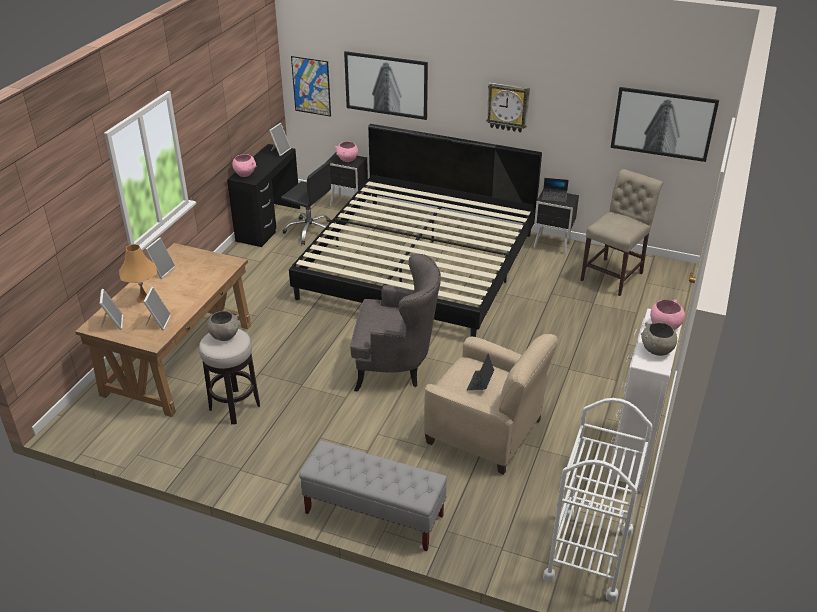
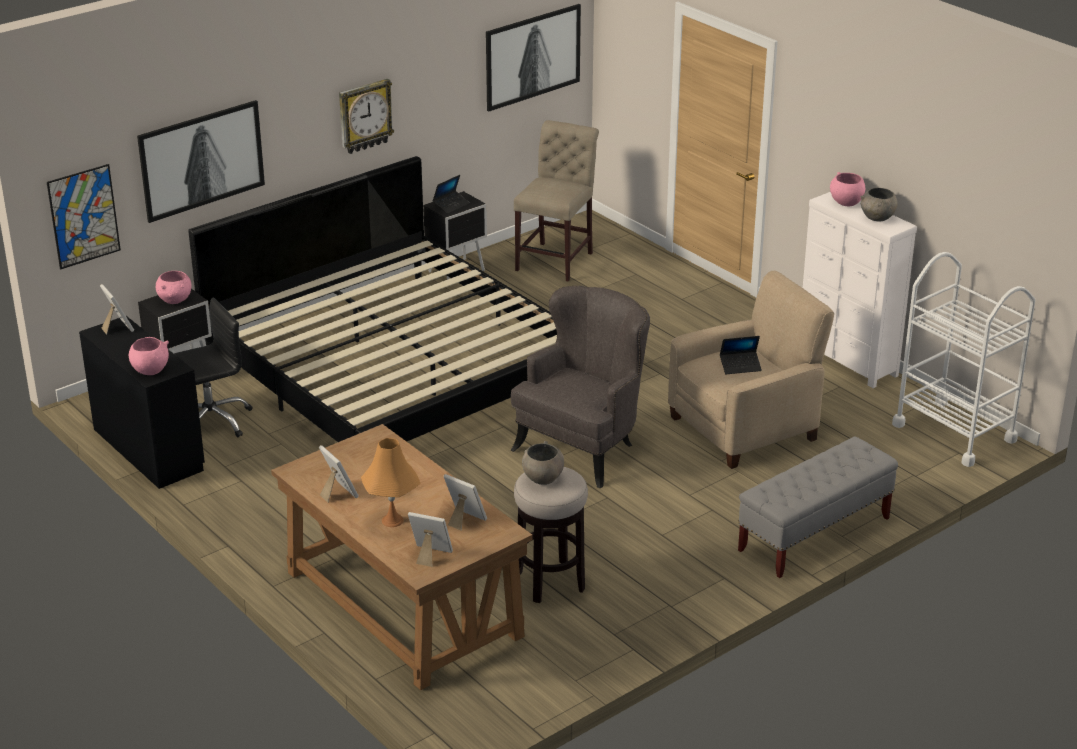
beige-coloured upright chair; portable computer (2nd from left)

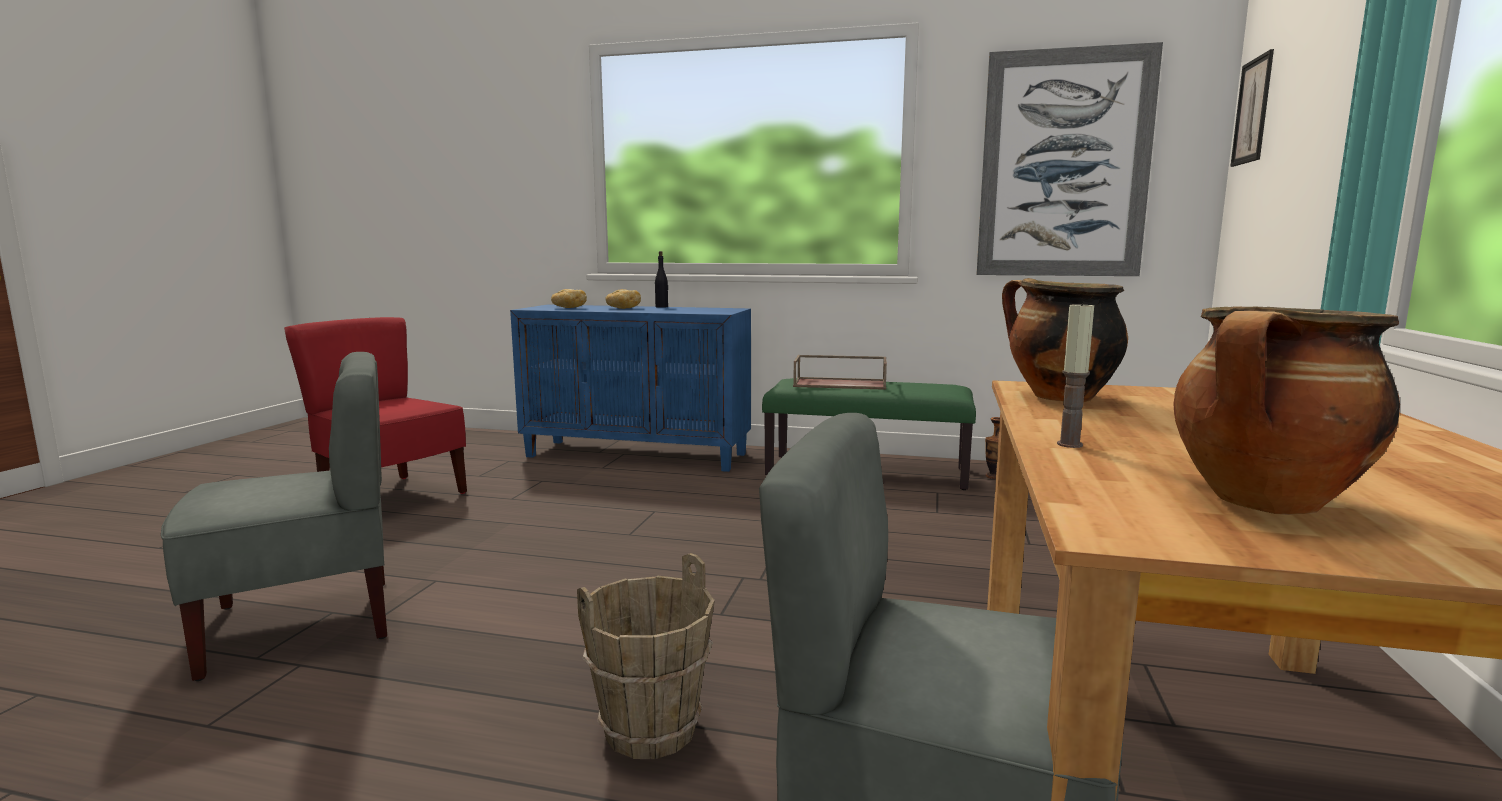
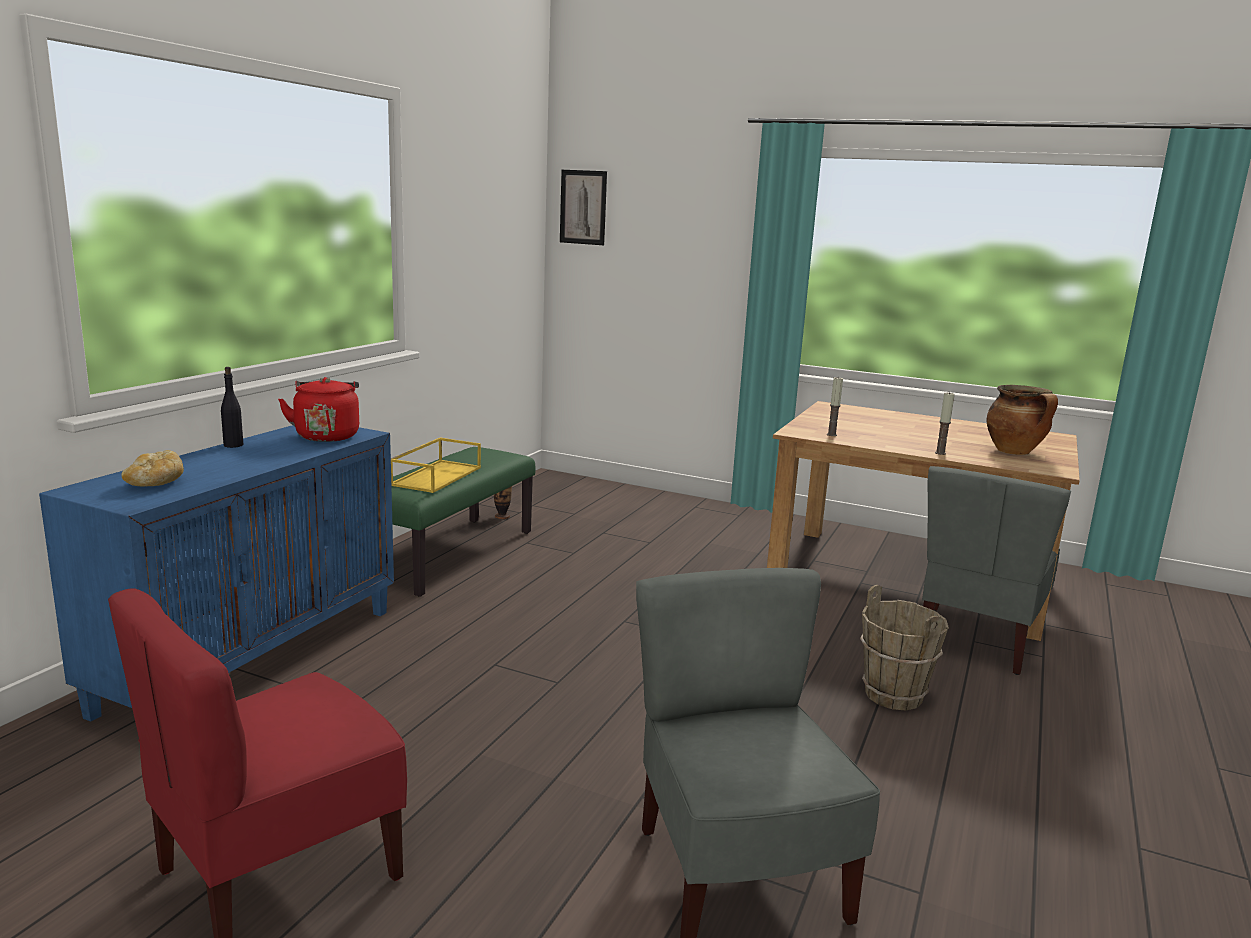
wall art (1st from left in the first image); candle (1st from left); baked bread (2nd from left in the first image); yellow carrying tray; reddish kettle

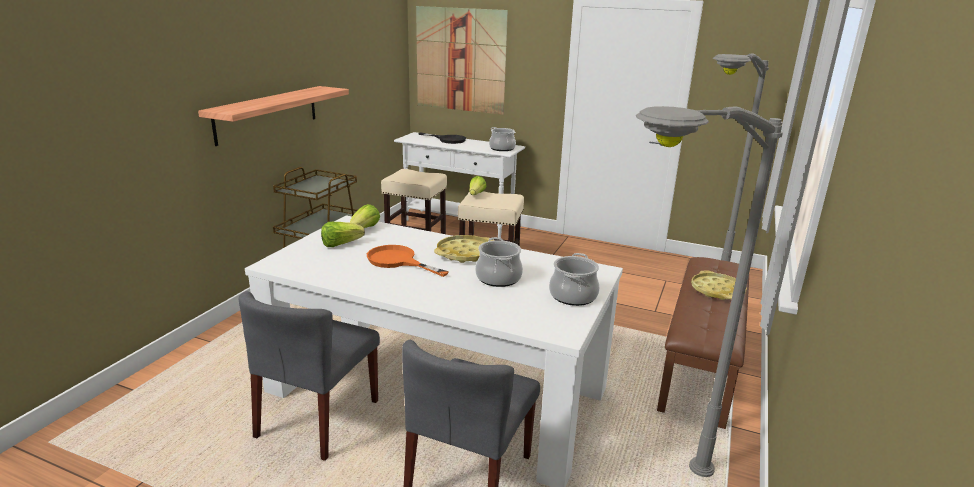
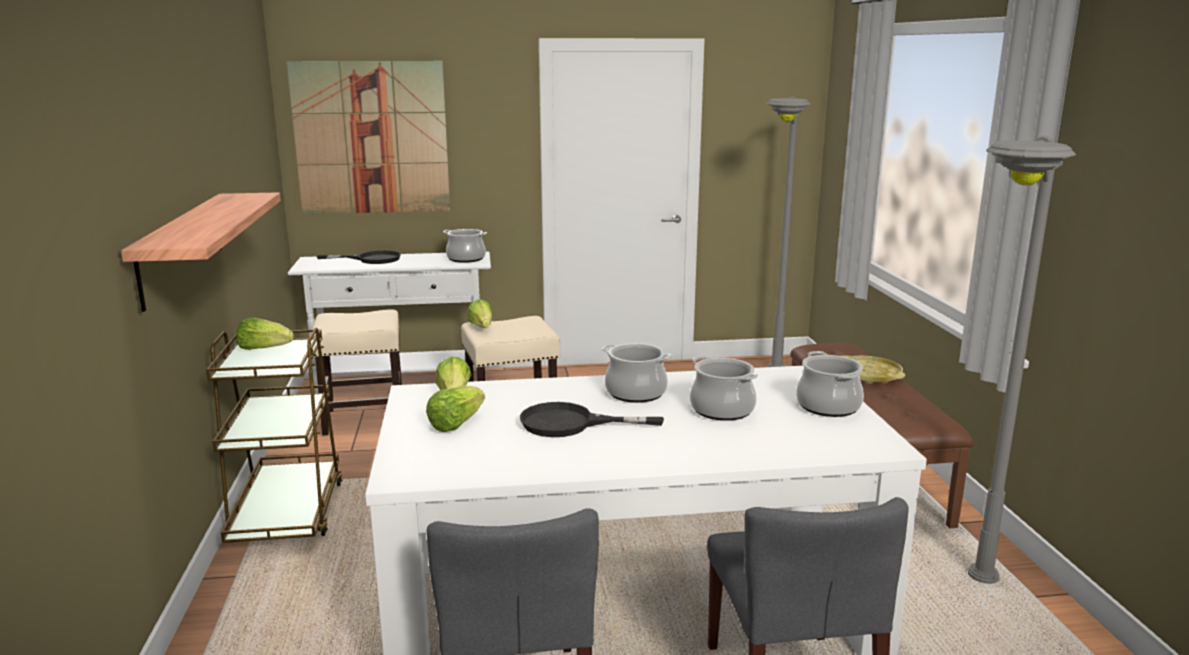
stockpot (2nd from left); black frying pan (2nd from left); lettuce (1st from left)

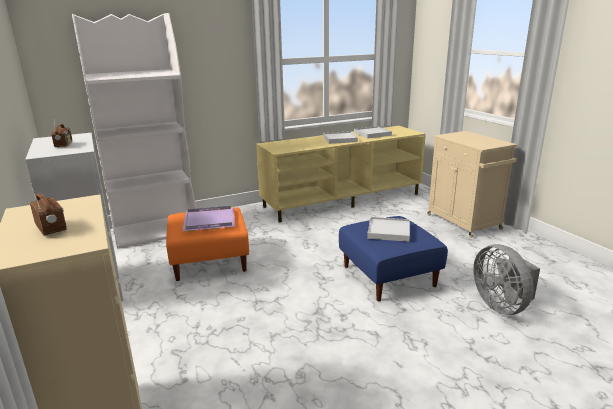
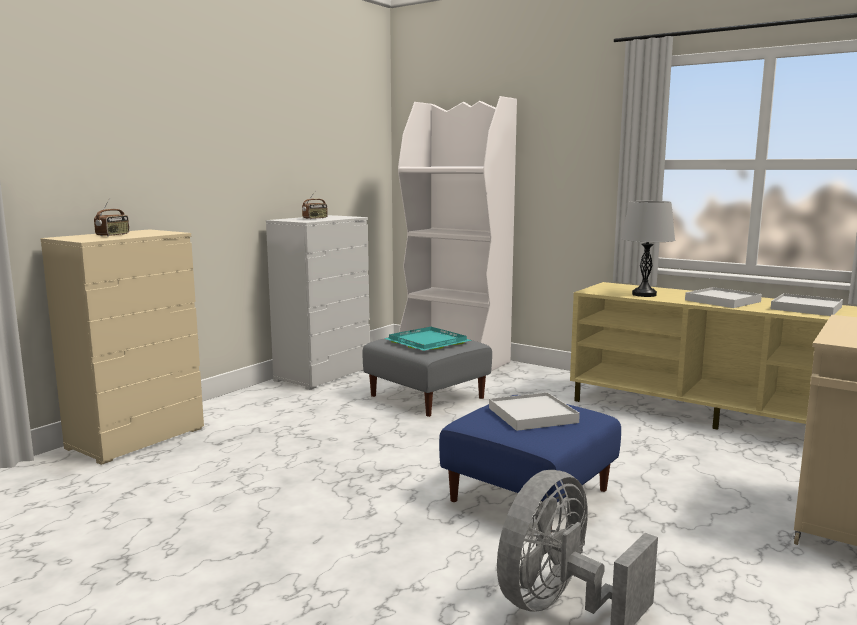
turquoise carrying tray; greyish pouffe; greyish table lamp

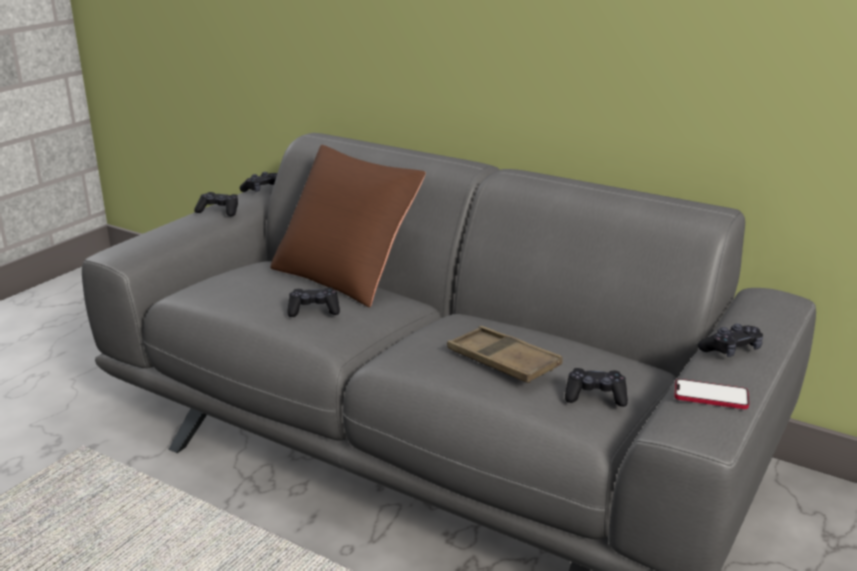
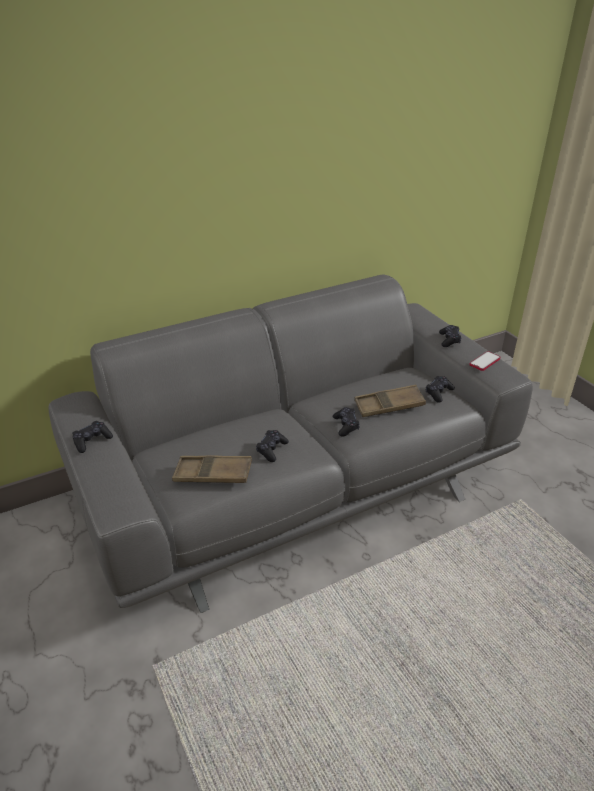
brown-coloured pillow; black gamepad (3rd from left); brown-coloured carrying tray (1st from left)

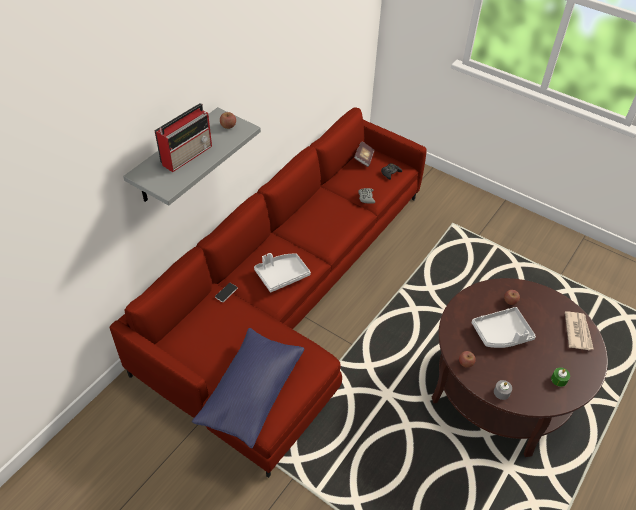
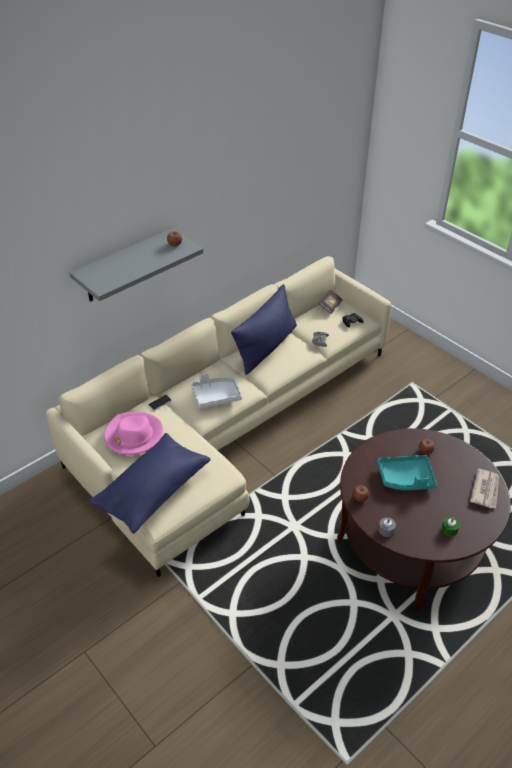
radio; beige-coloured settee; turquoise carrying tray; bluish pillow (2nd from left); pinkish wearable hat

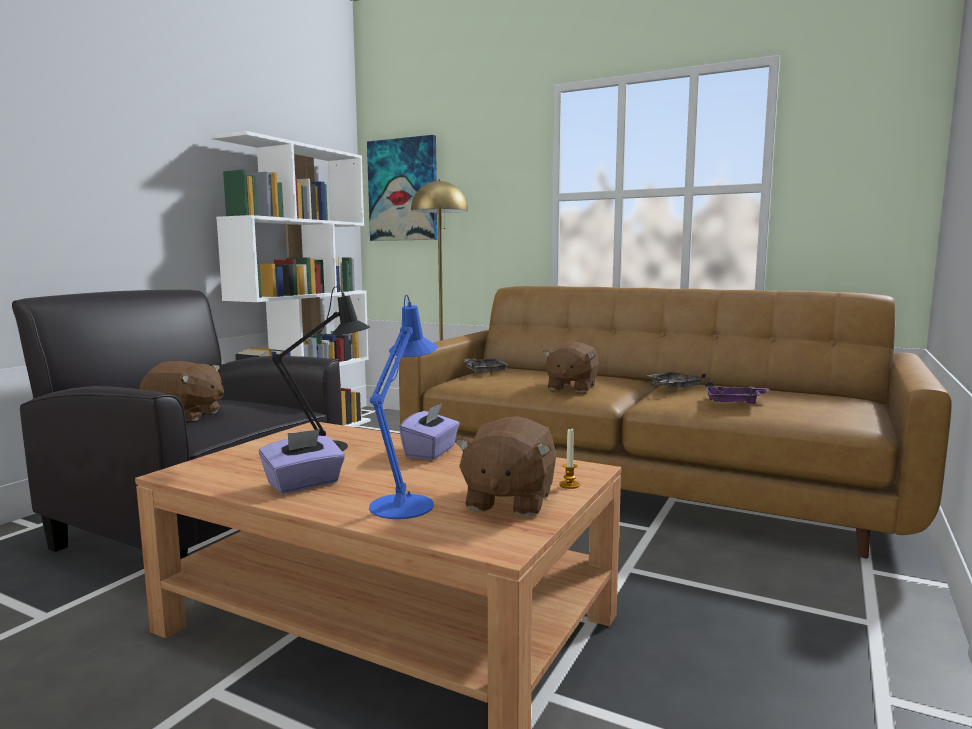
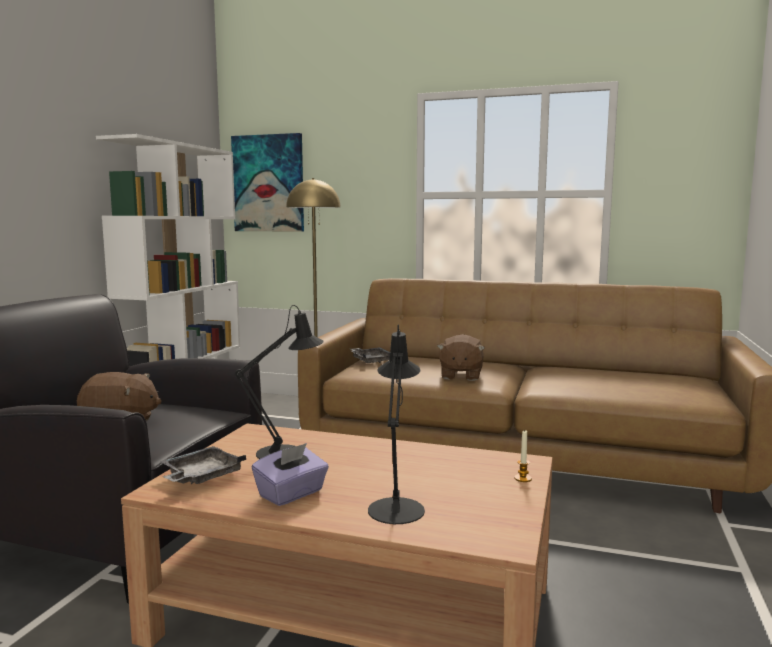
black table lamp (2nd from left); greyish carrying tray (1st from left); purplish carrying tray; purplish box of tissues (2nd from left in the first image); brown-coloured plush toy (2nd from left in the first image)

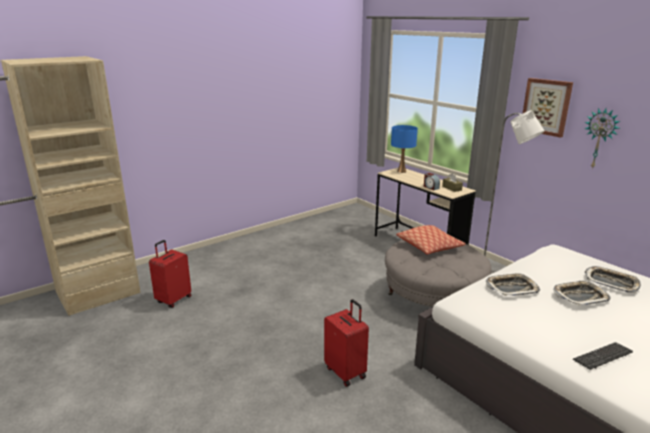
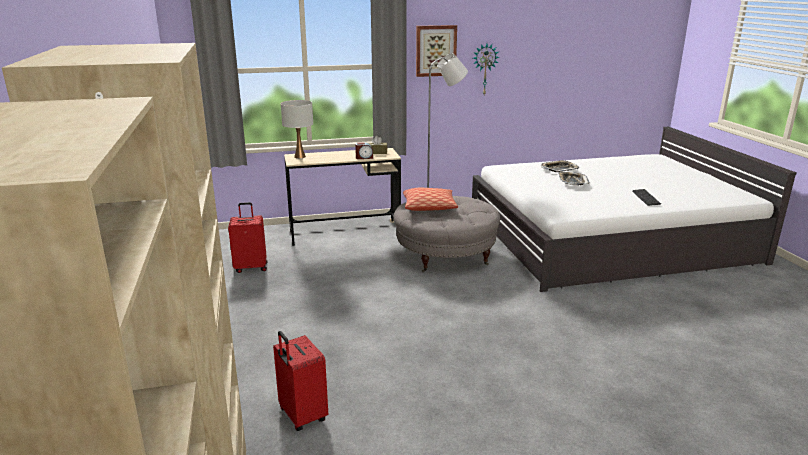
white-coloured table lamp; carrying tray (1st from left in the first image); reddish piece of luggage (1st from left)

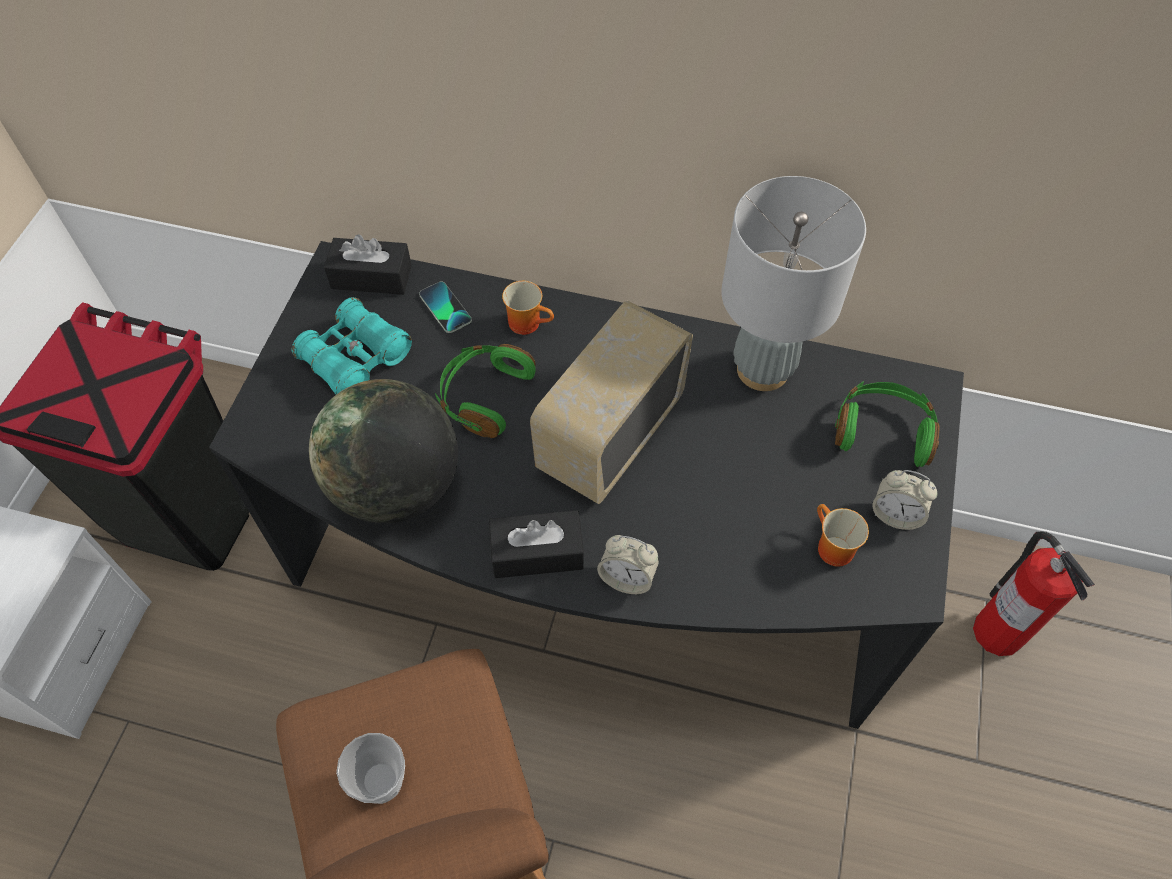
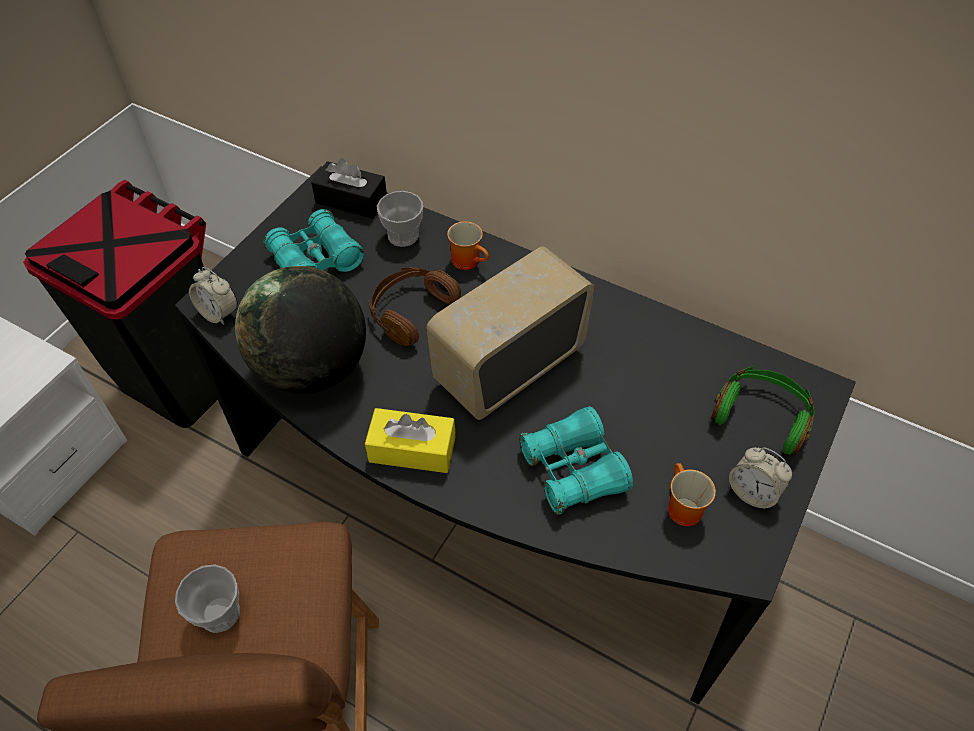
greyish table lamp; cup (2nd from left); brown-coloured pair of headphones; yellow box of tissues; fire-fighting cylinder; bedside clock (1st from left); turquoise binoculars (2nd from left)

